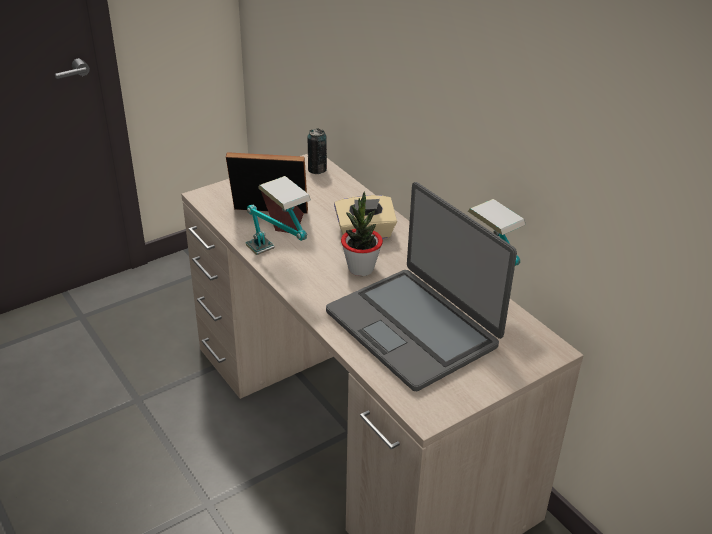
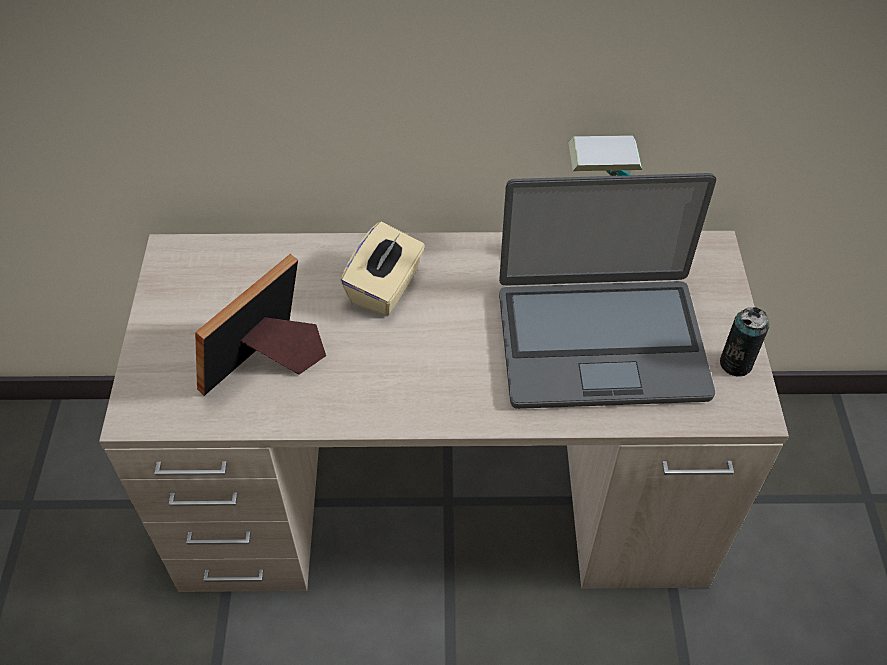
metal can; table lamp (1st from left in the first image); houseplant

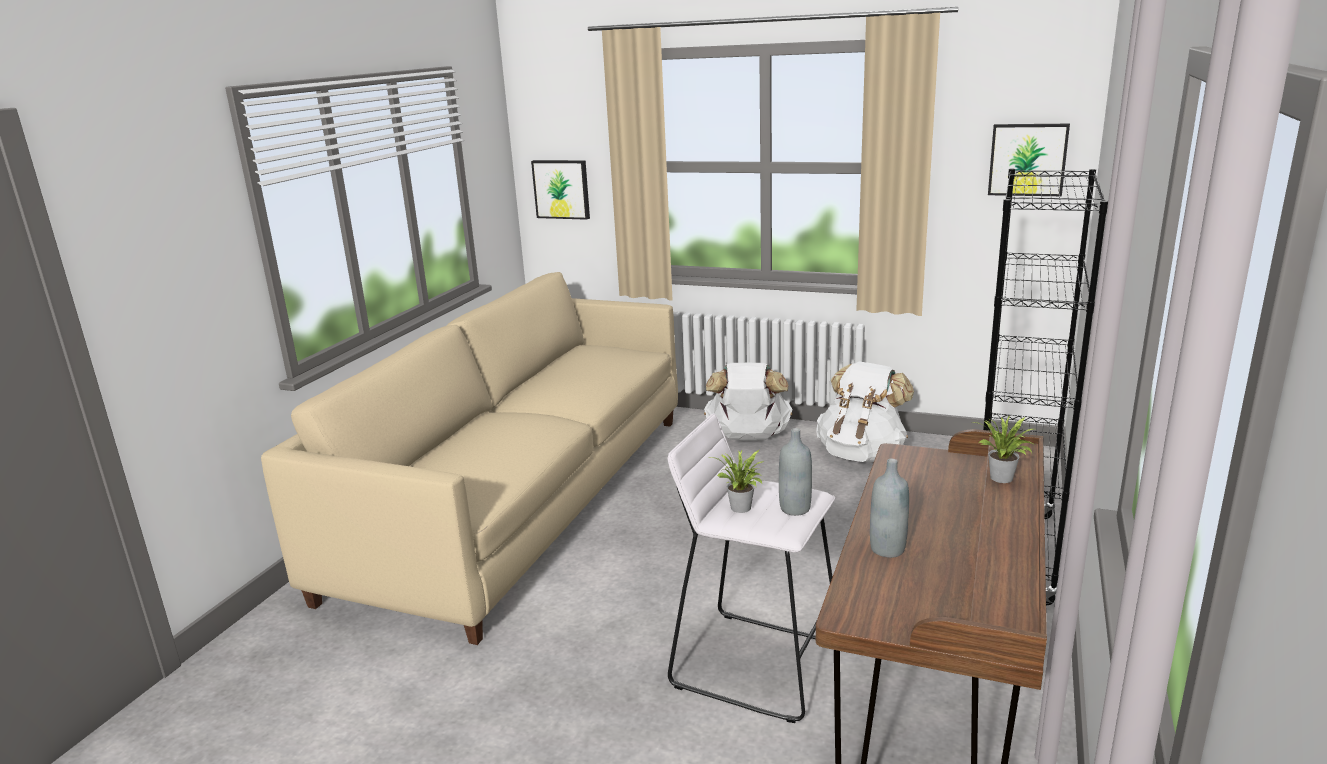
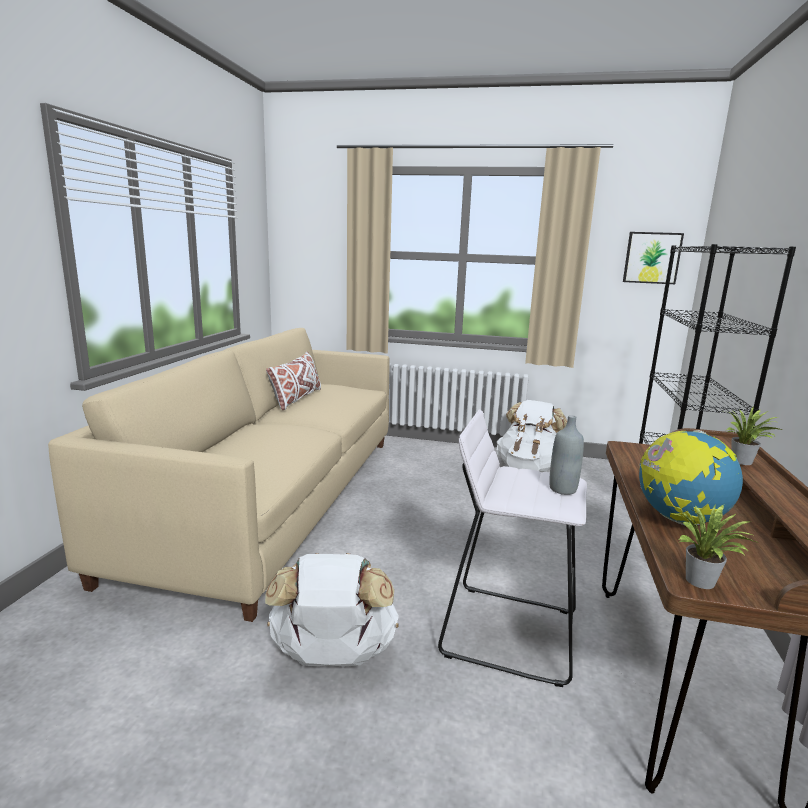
wall art (1st from left in the first image); white-coloured backpack (1st from left); houseplant (1st from left); desk globe; white-coloured pillow

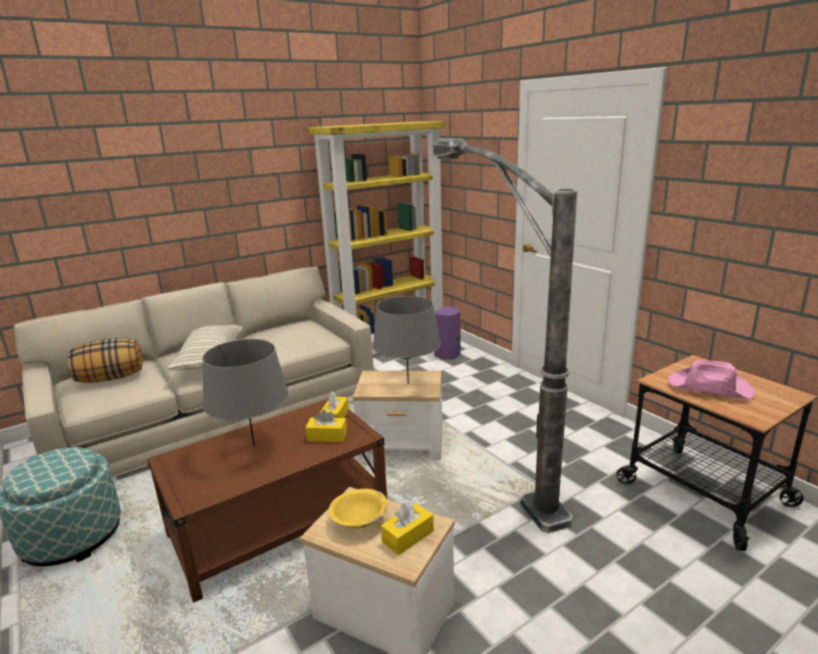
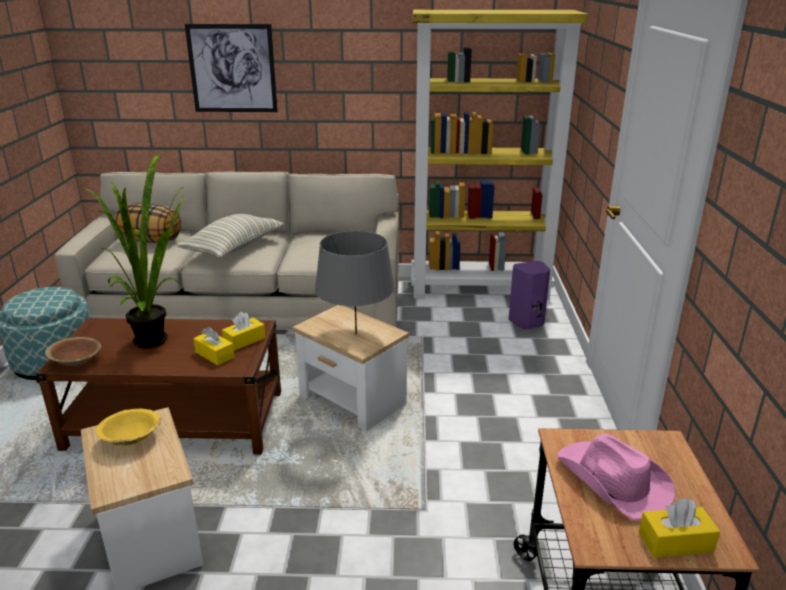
standing lamp; houseplant; yellow box of tissues (3rd from left); wall art; brown-coloured deep dish

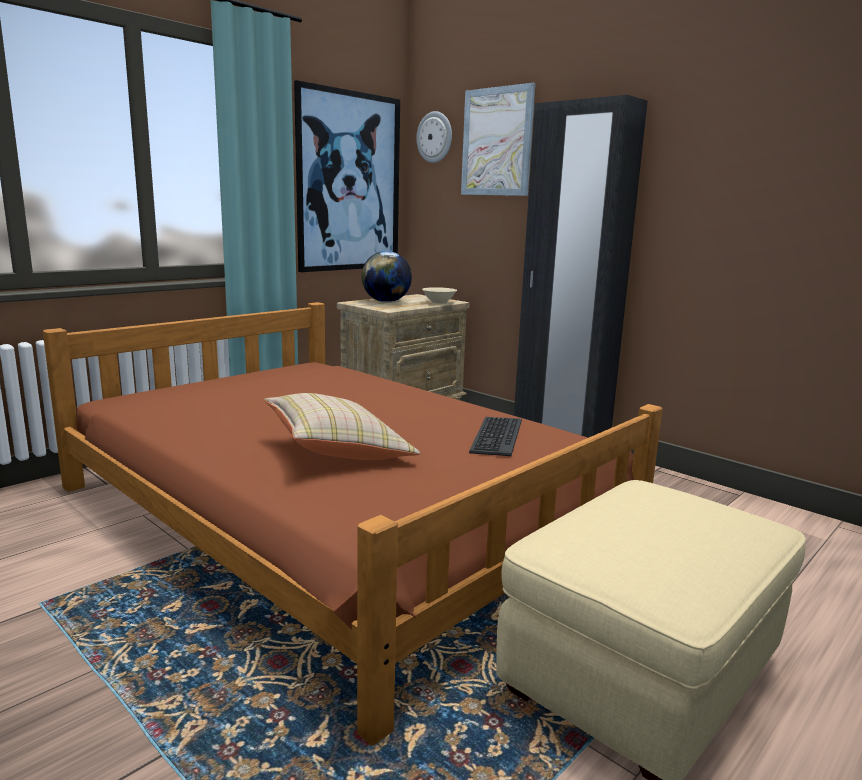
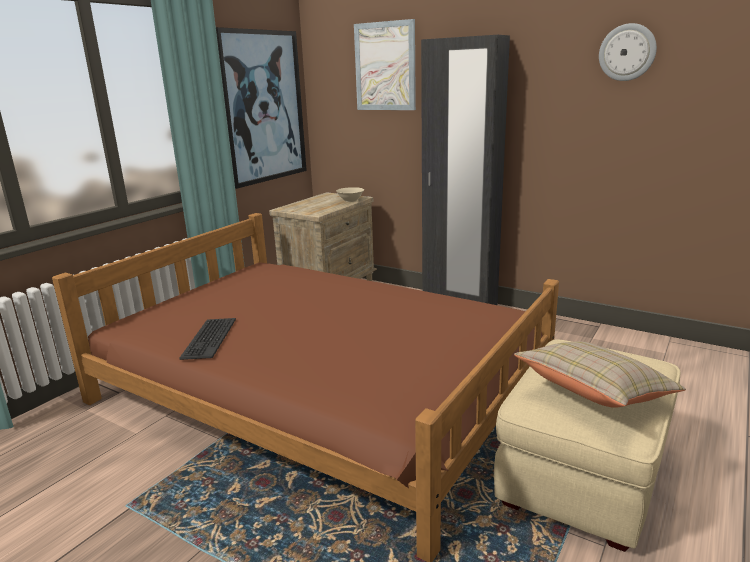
hanging clock; desk globe; beige-coloured pillow; keyboard

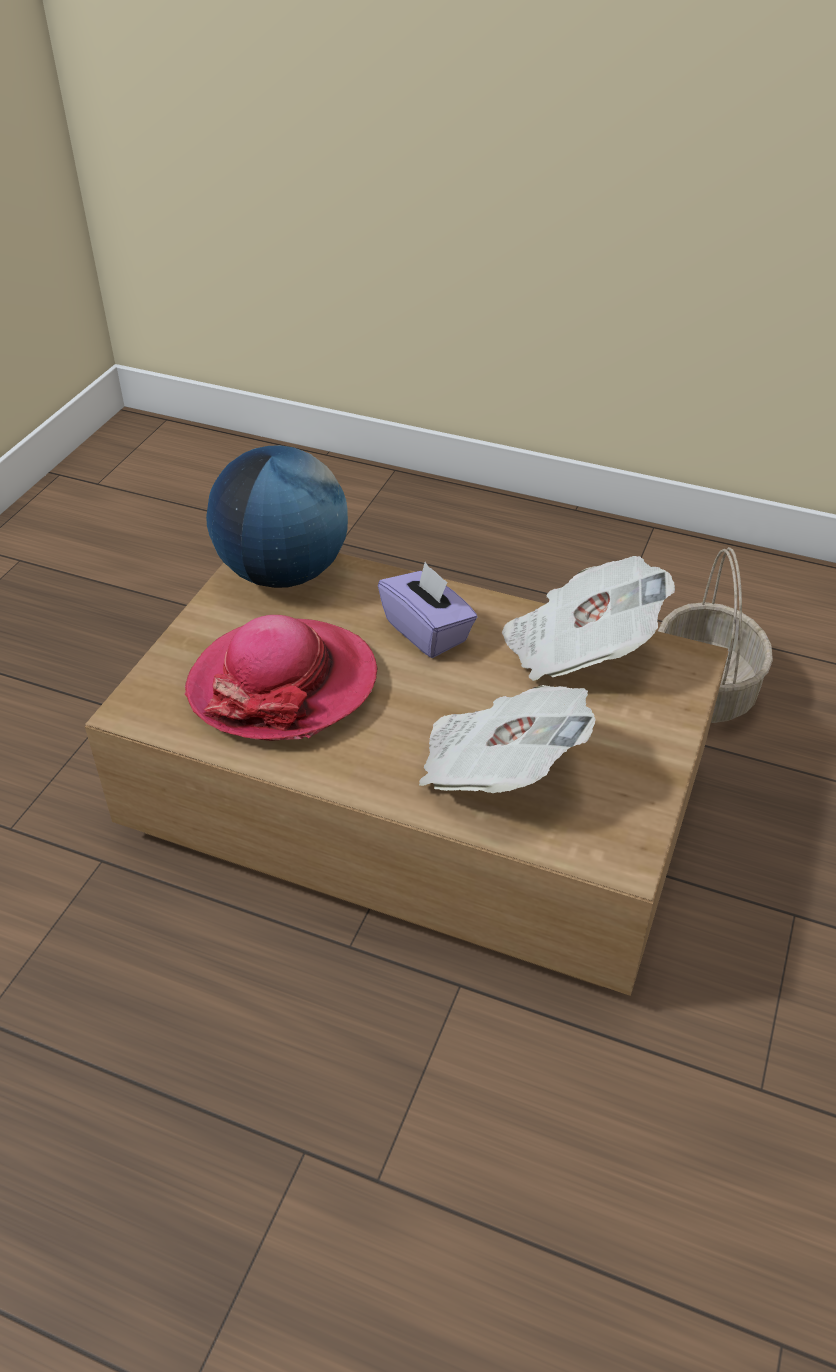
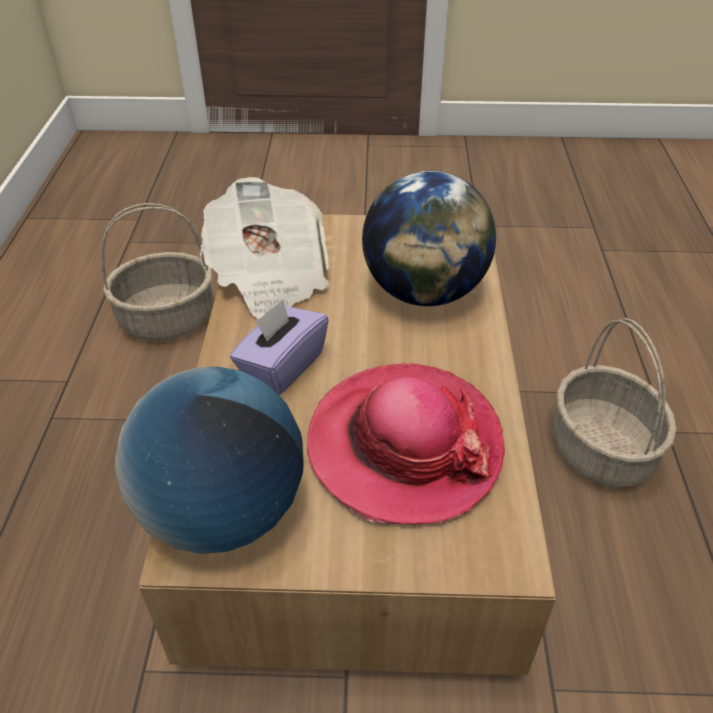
desk globe (2nd from left); storage basket (2nd from left)

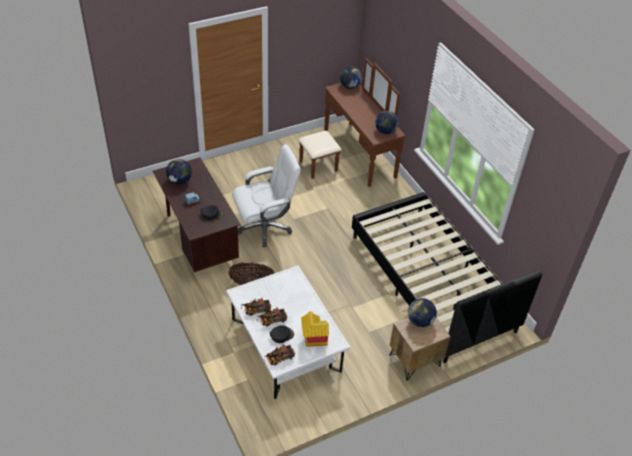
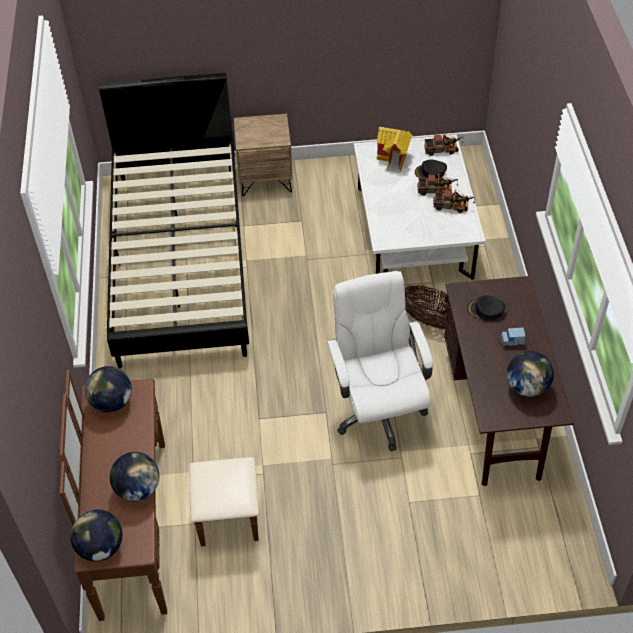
white-coloured desk chair; desk globe (3rd from left)

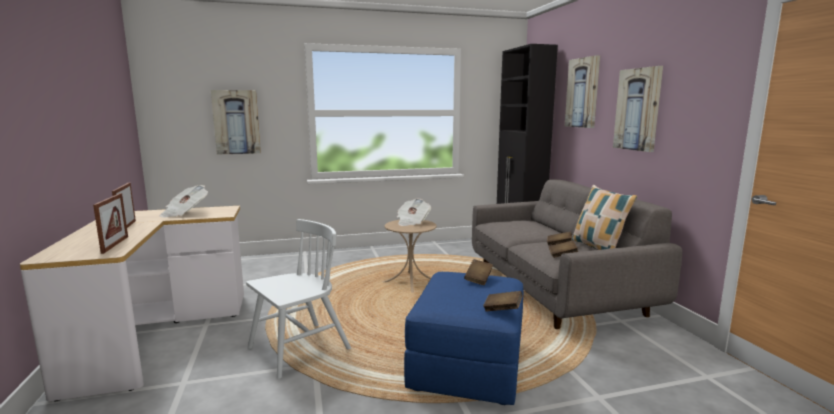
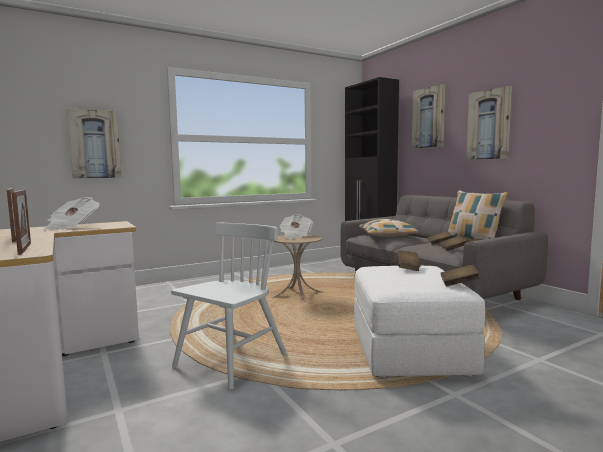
white-coloured pouffe; pillow (1st from left)

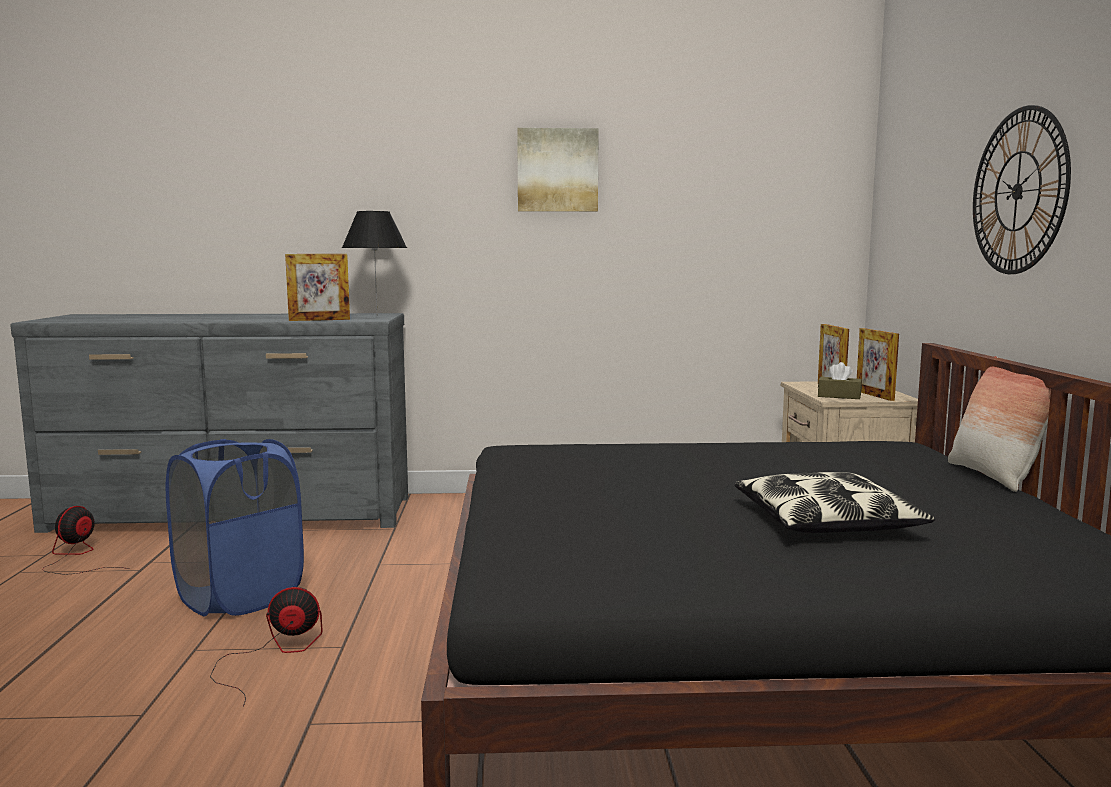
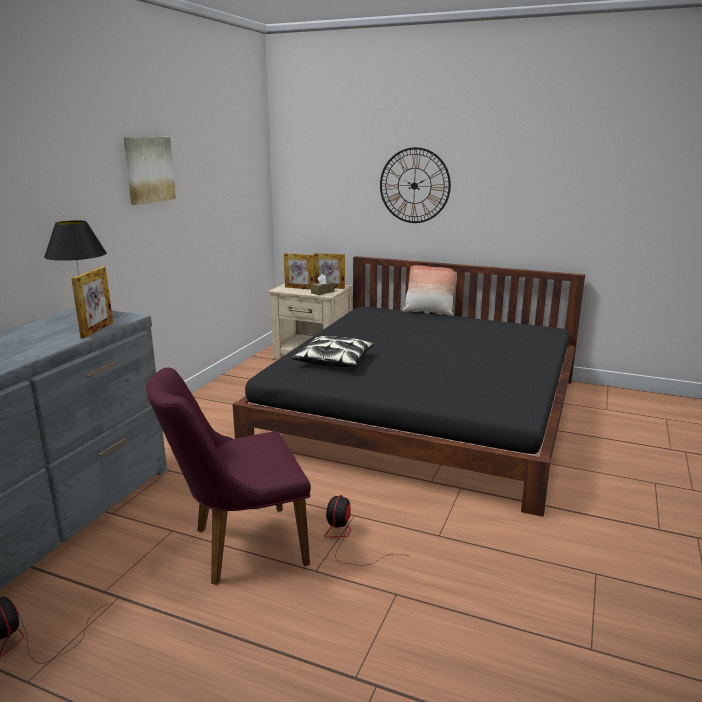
purplish upright chair; pillow (1st from left)

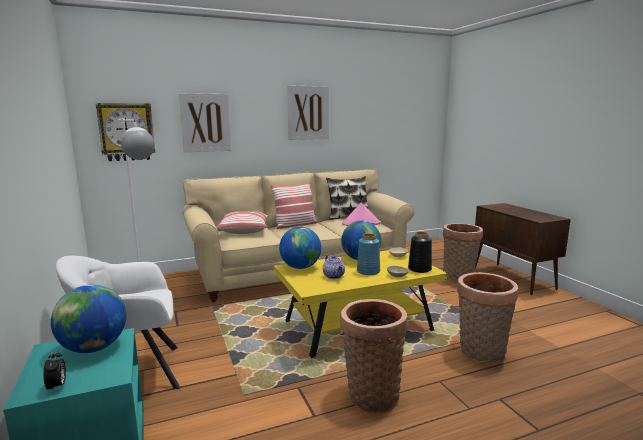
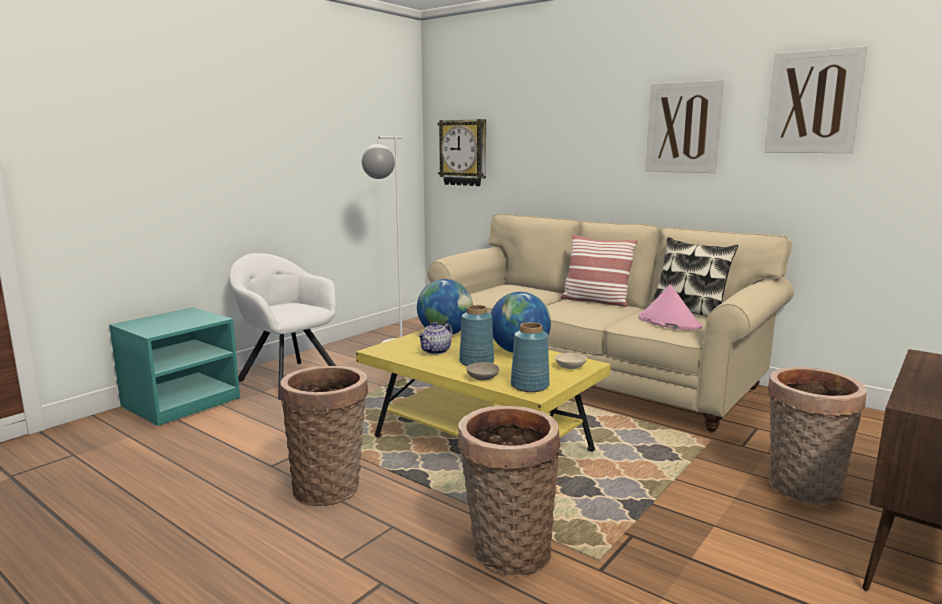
wall art (2nd from left); pillow (1st from left in the first image); bluish flower vase (2nd from left); desk globe (1st from left in the first image); bedside clock

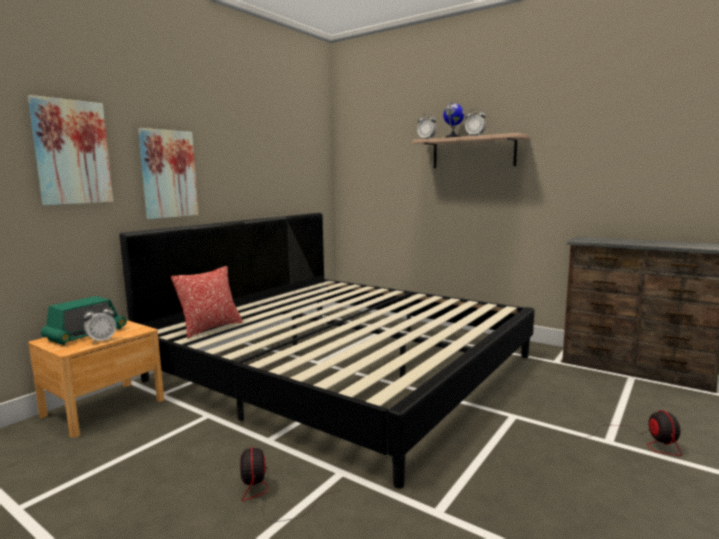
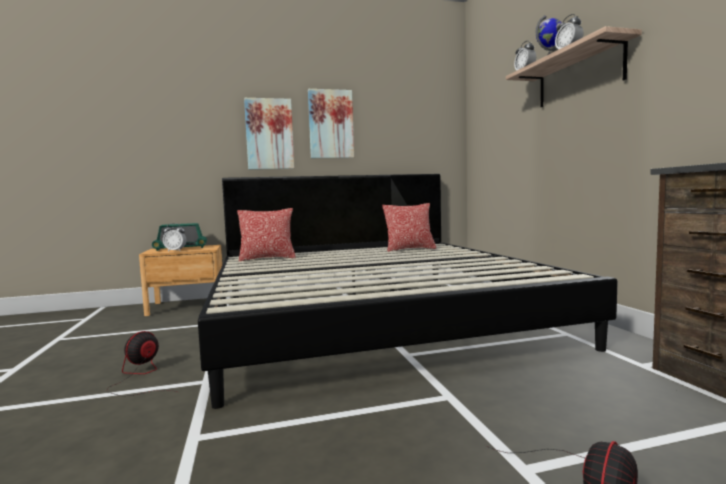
wall art (2nd from left); pillow (2nd from left)

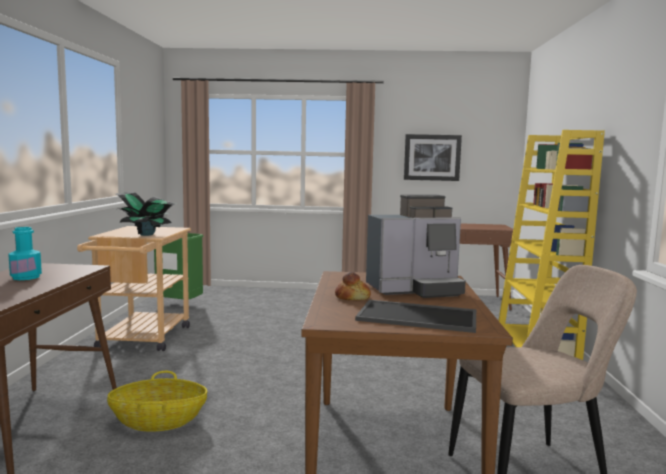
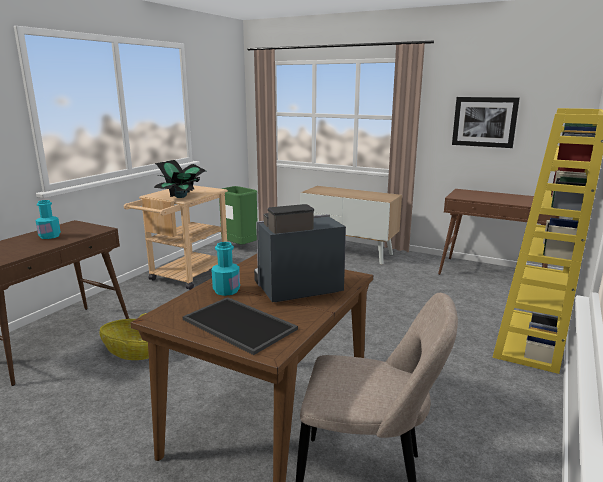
coffee machine; turquoise bottle (2nd from left); storage cabinet

